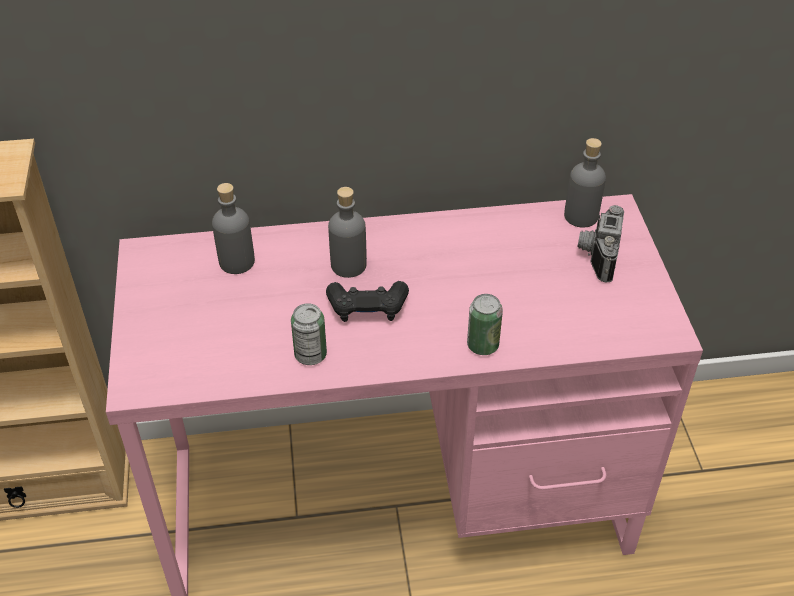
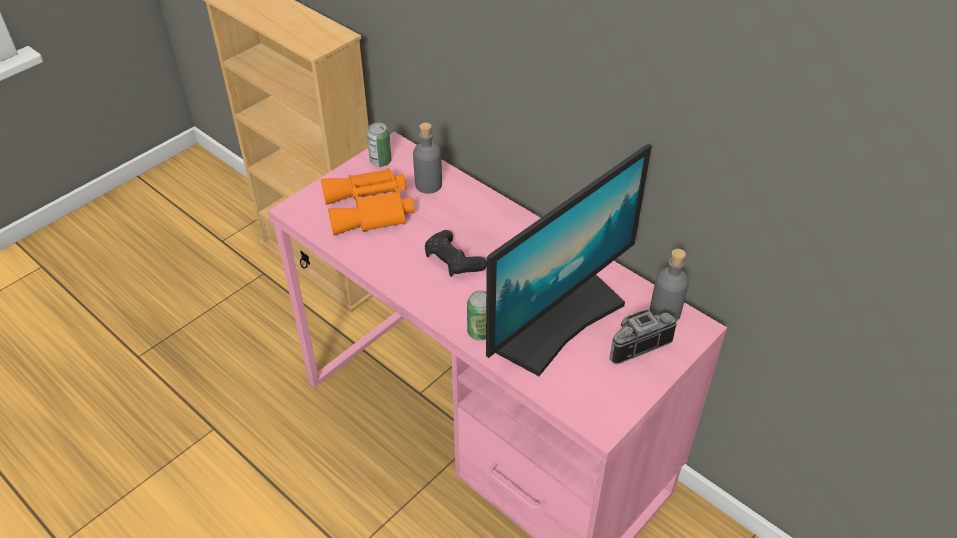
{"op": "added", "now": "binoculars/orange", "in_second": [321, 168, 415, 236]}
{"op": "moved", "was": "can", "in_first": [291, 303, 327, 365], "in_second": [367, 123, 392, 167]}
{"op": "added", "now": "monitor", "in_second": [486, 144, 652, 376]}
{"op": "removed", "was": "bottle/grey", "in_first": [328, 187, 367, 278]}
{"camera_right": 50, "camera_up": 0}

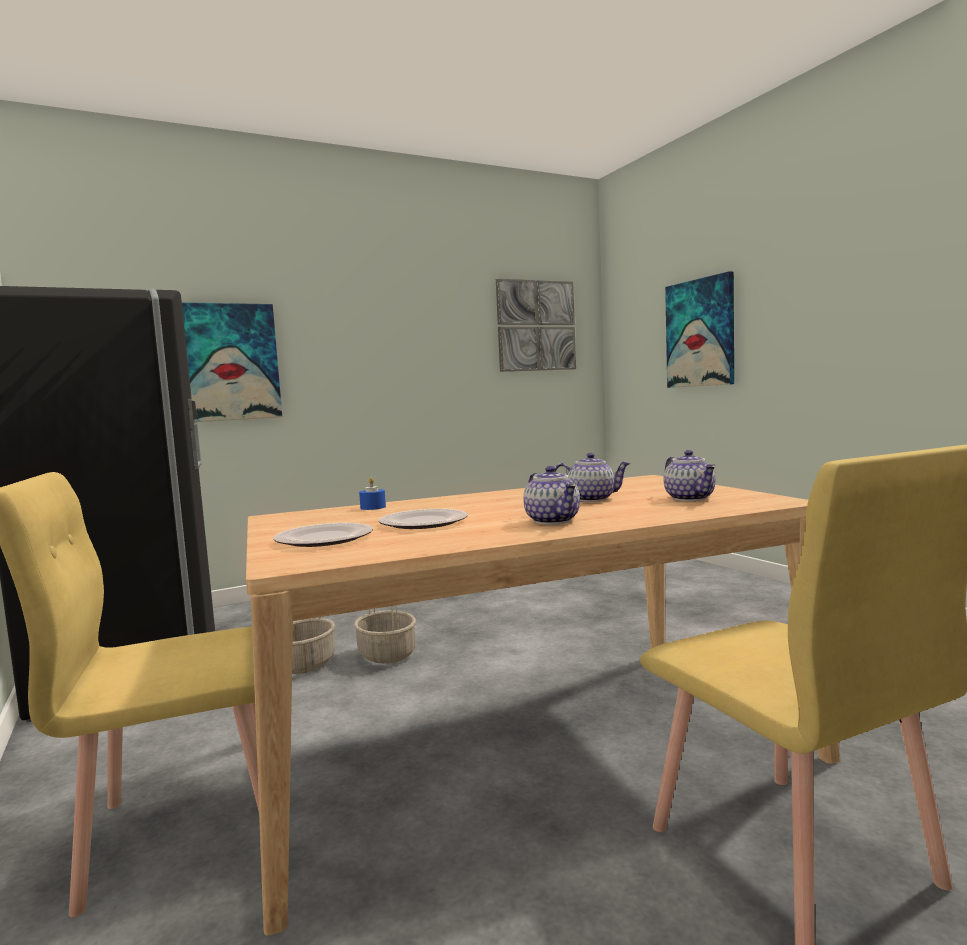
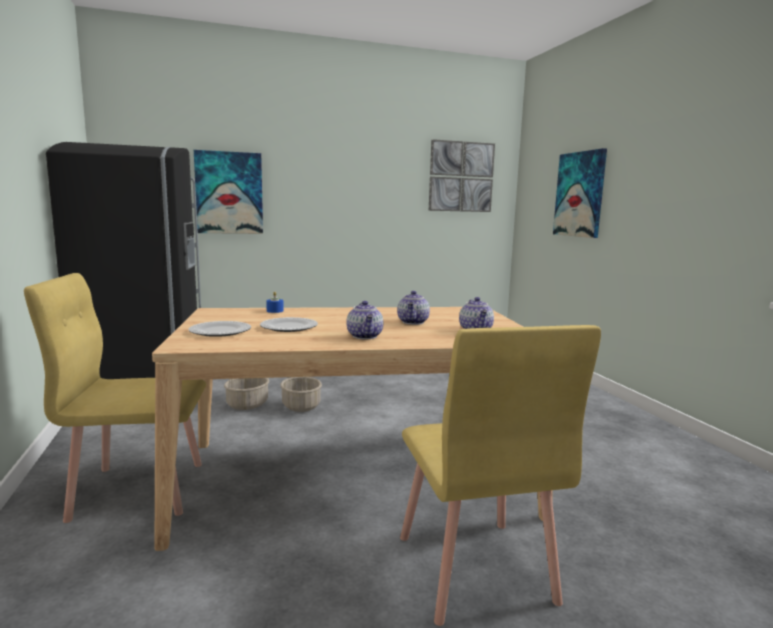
{"op": "turned", "was": "teapot", "in_first": [554, 453, 631, 502], "in_second": [397, 291, 430, 325], "clockwise": 90}
{"camera_right": 10, "camera_up": 5}

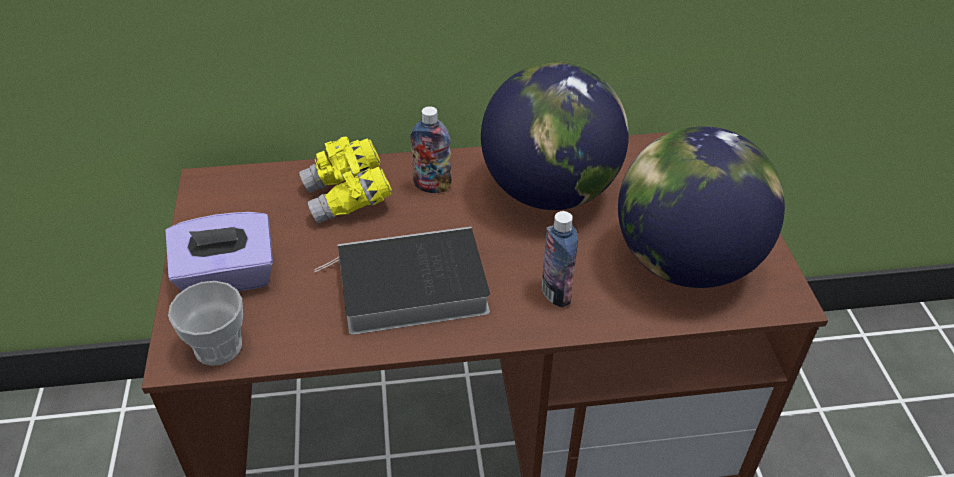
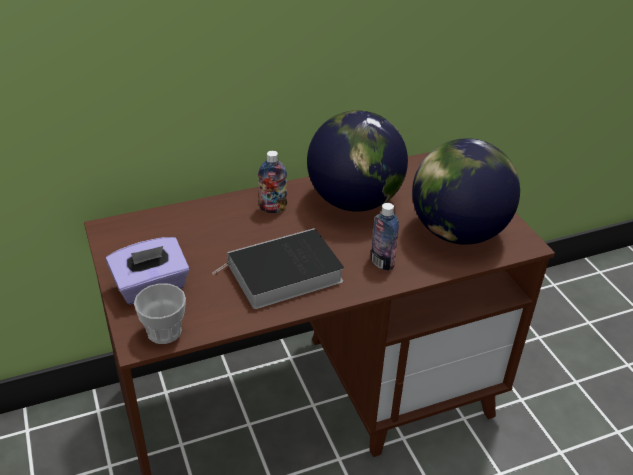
{"op": "removed", "was": "binoculars/yellow", "in_first": [299, 137, 392, 224]}
{"camera_right": -15, "camera_up": -5}

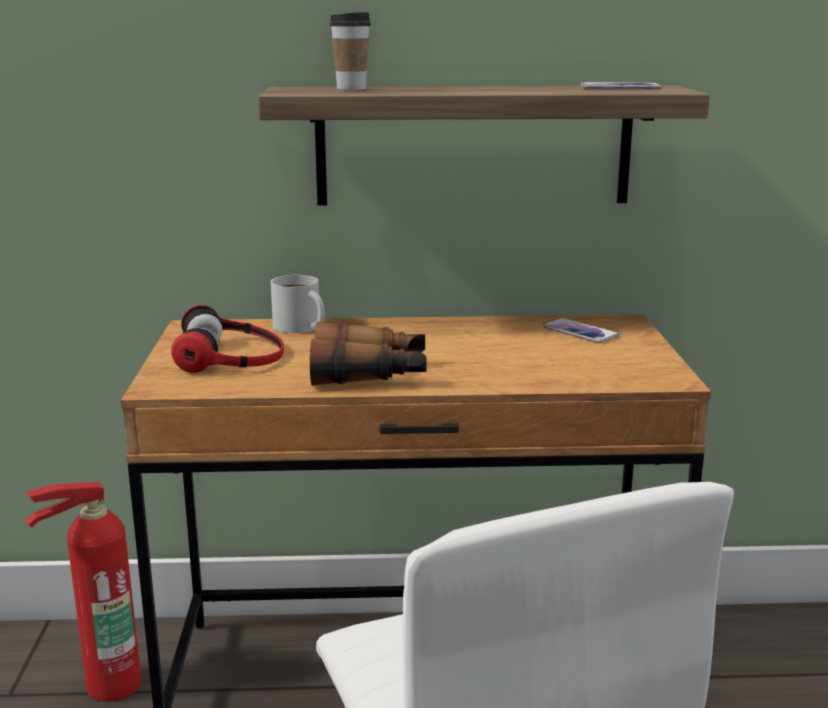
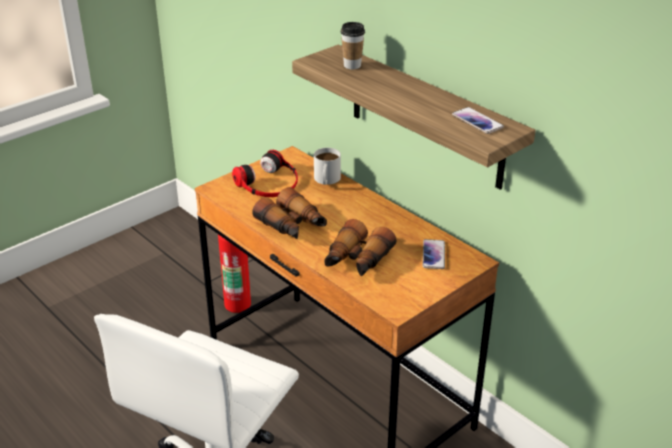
{"op": "added", "now": "binoculars", "in_second": [325, 219, 397, 276]}
{"camera_right": 50, "camera_up": 15}

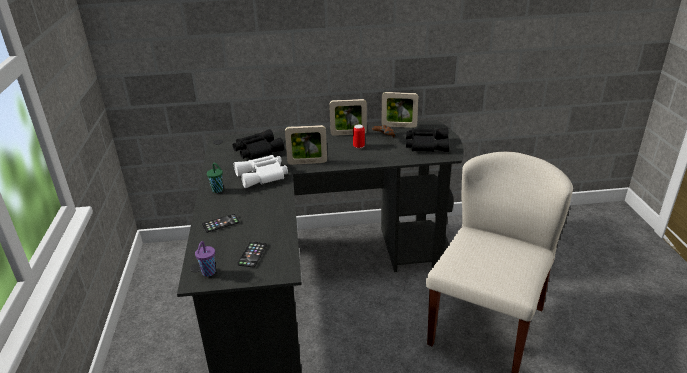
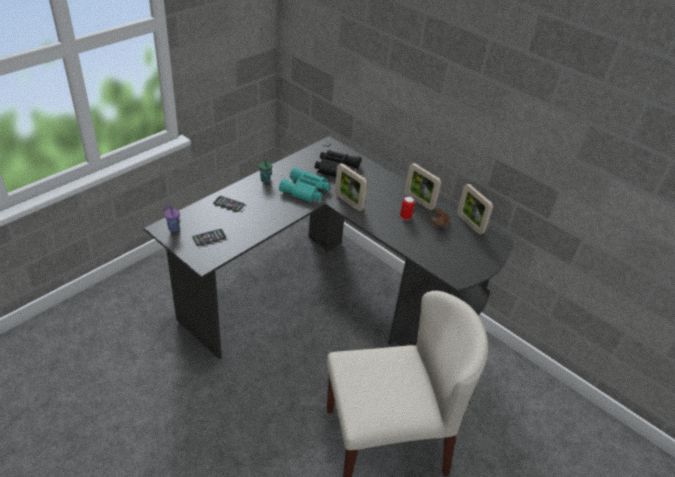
{"op": "recoloured", "was": "binoculars/white", "now": "binoculars/turquoise", "in_first": [234, 155, 288, 188], "in_second": [279, 167, 330, 203]}
{"op": "removed", "was": "binoculars/black", "in_first": [406, 128, 450, 152]}
{"camera_right": 45, "camera_up": 10}

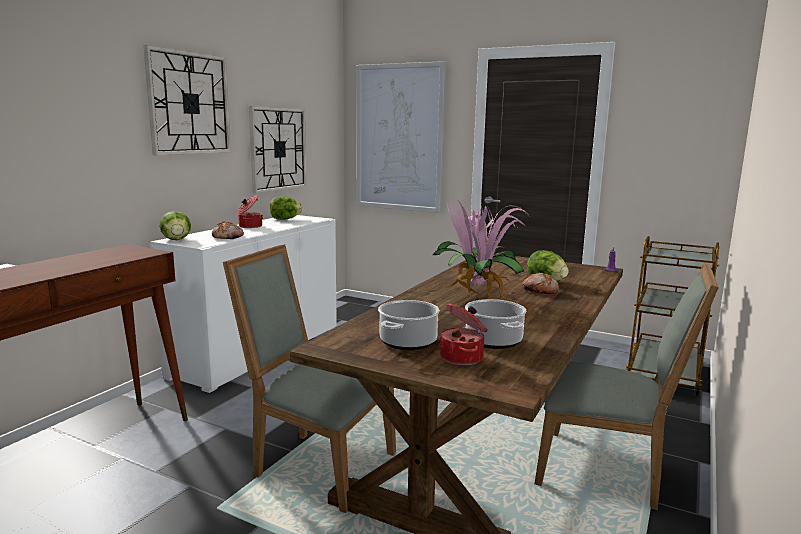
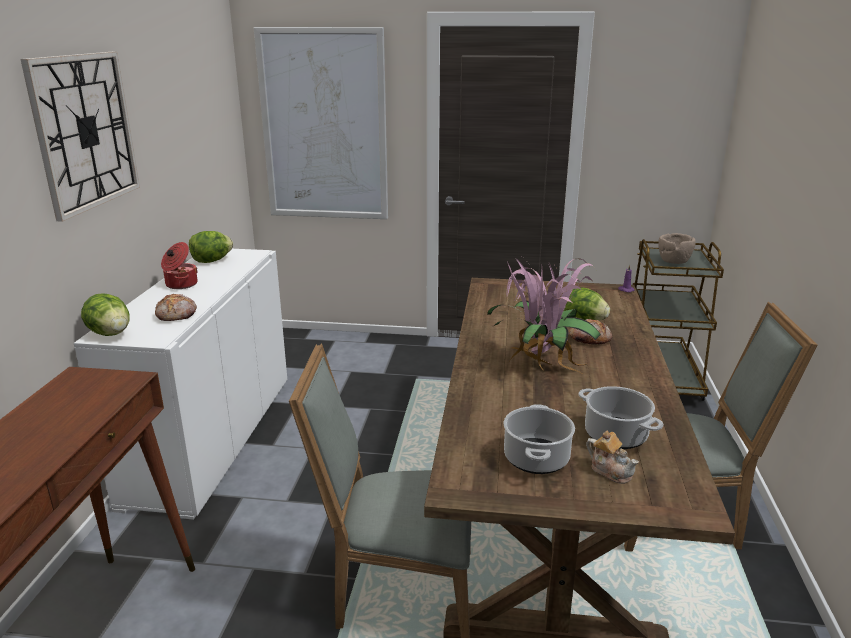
{"op": "replaced", "was": "cooking pot", "now": "teapot", "in_first": [439, 304, 487, 365], "in_second": [586, 431, 639, 484]}
{"op": "added", "now": "bowl/brown", "in_second": [658, 233, 696, 264]}
{"op": "removed", "was": "wall clock", "in_first": [249, 106, 307, 193]}
{"camera_right": -20, "camera_up": 10}

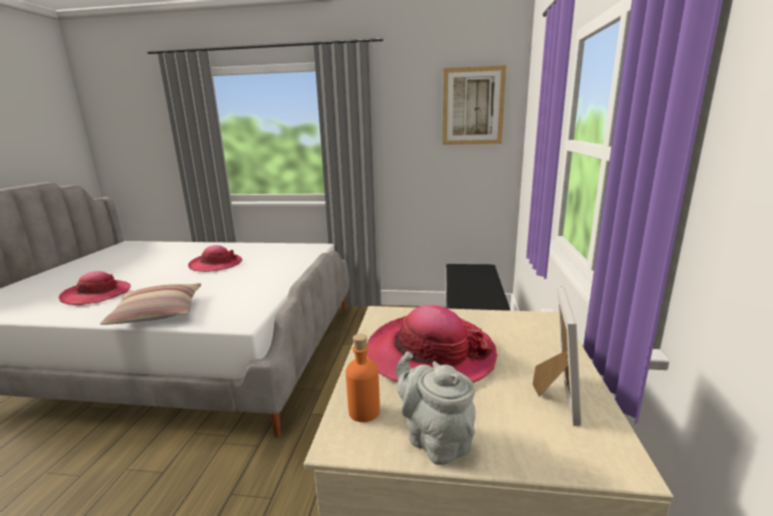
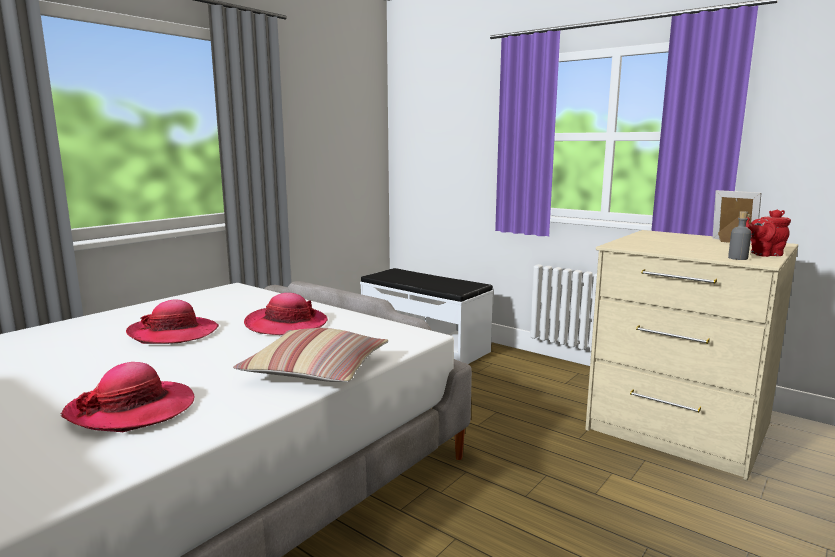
{"op": "moved", "was": "hat", "in_first": [367, 305, 497, 383], "in_second": [244, 293, 328, 335]}
{"op": "recoloured", "was": "bottle/orange", "now": "bottle/grey", "in_first": [346, 334, 380, 422], "in_second": [728, 211, 751, 260]}
{"op": "recoloured", "was": "teapot/grey", "now": "teapot/red", "in_first": [396, 351, 476, 465], "in_second": [746, 210, 791, 257]}
{"op": "removed", "was": "picture", "in_first": [442, 65, 506, 145]}
{"camera_right": -60, "camera_up": -5}

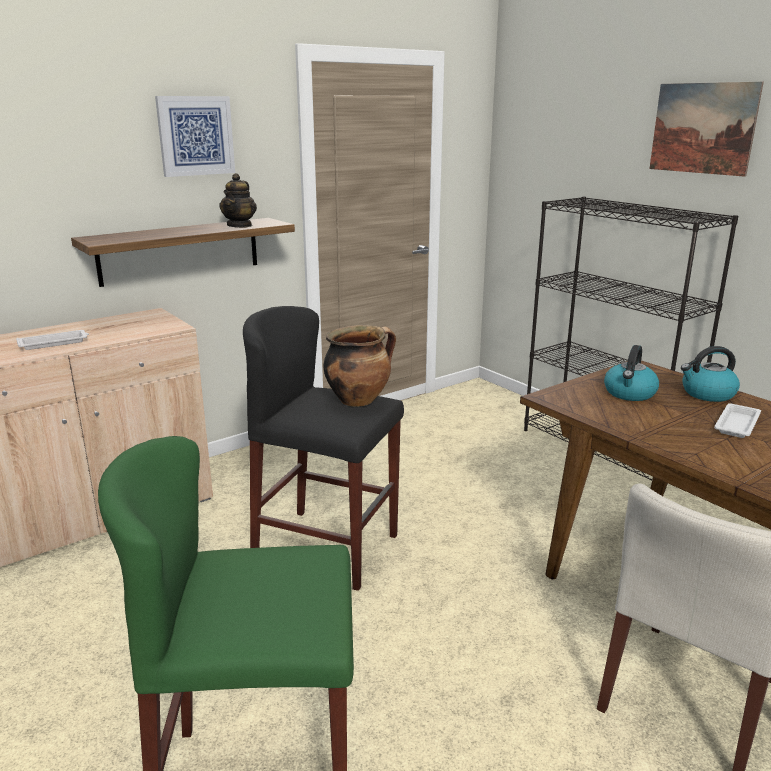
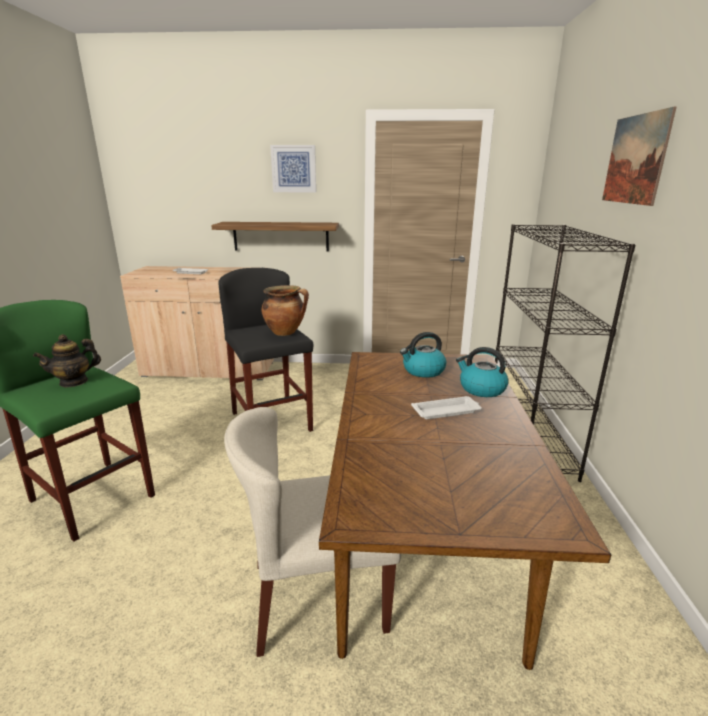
{"op": "moved", "was": "teapot", "in_first": [219, 173, 257, 228], "in_second": [33, 334, 101, 388]}
{"camera_right": 40, "camera_up": 0}

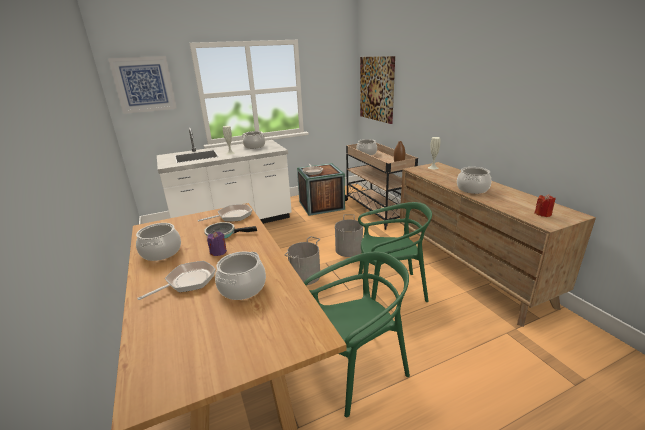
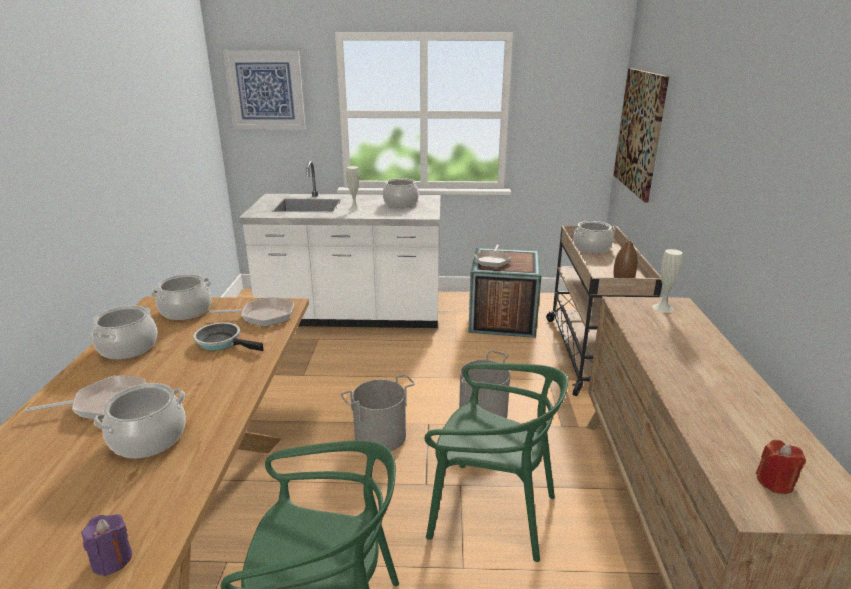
{"op": "moved", "was": "candle/purple", "in_first": [207, 232, 227, 256], "in_second": [81, 514, 132, 576]}
{"op": "moved", "was": "cooking pot", "in_first": [457, 167, 491, 194], "in_second": [151, 274, 212, 320]}
{"camera_right": 25, "camera_up": 0}

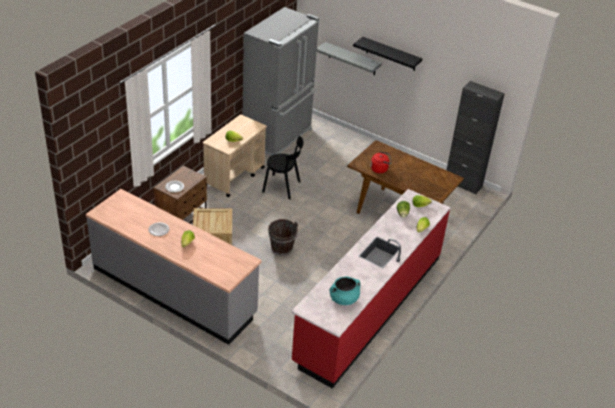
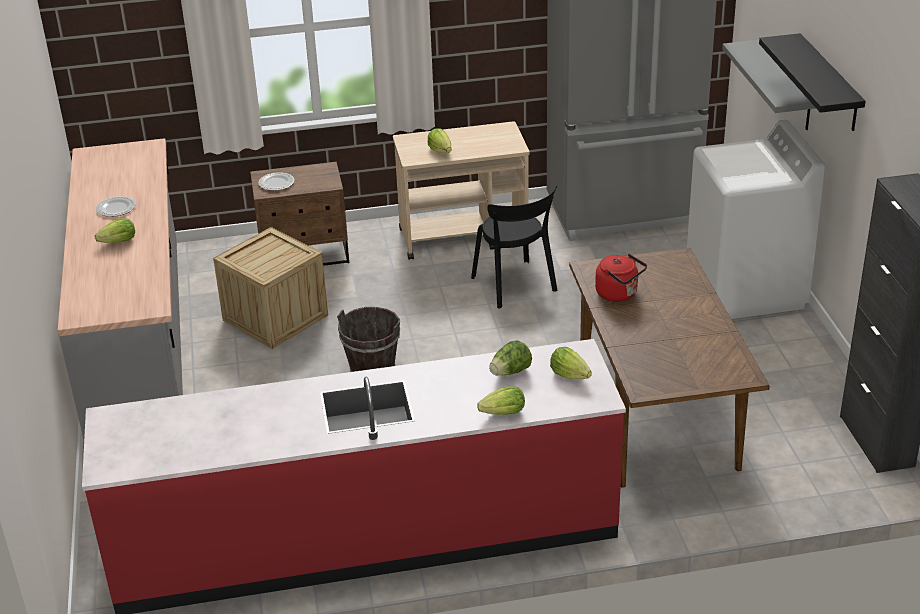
{"op": "added", "now": "washing machine/white", "in_second": [687, 120, 826, 319]}
{"op": "removed", "was": "cooking pot/turquoise", "in_first": [330, 277, 361, 305]}
{"camera_right": 50, "camera_up": -5}

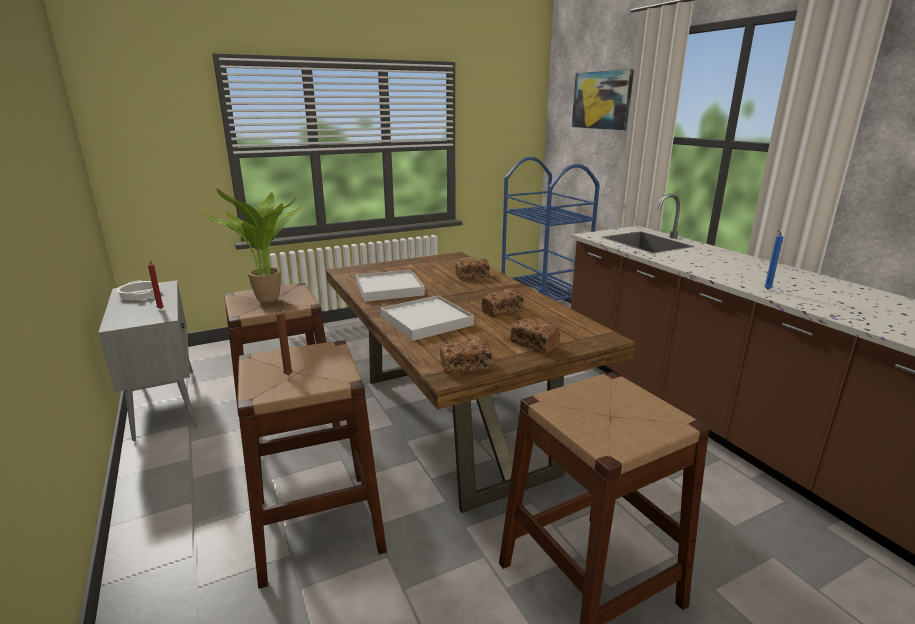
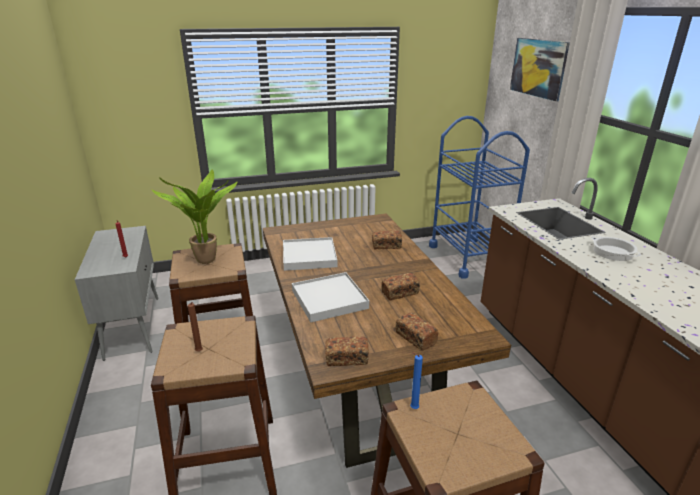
{"op": "moved", "was": "candle/blue", "in_first": [764, 231, 783, 290], "in_second": [410, 353, 423, 409]}
{"op": "moved", "was": "cooking pot", "in_first": [116, 281, 160, 300], "in_second": [591, 236, 642, 261]}
{"camera_right": 10, "camera_up": 5}

